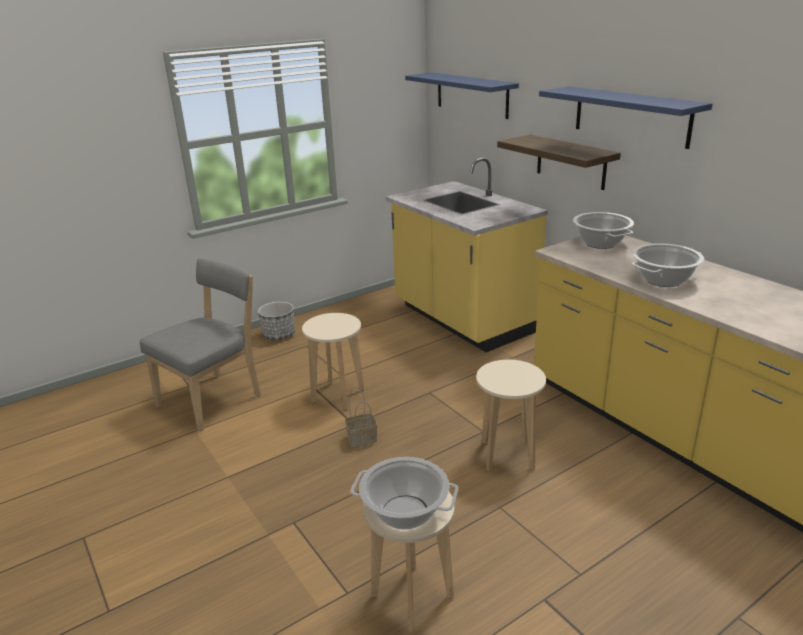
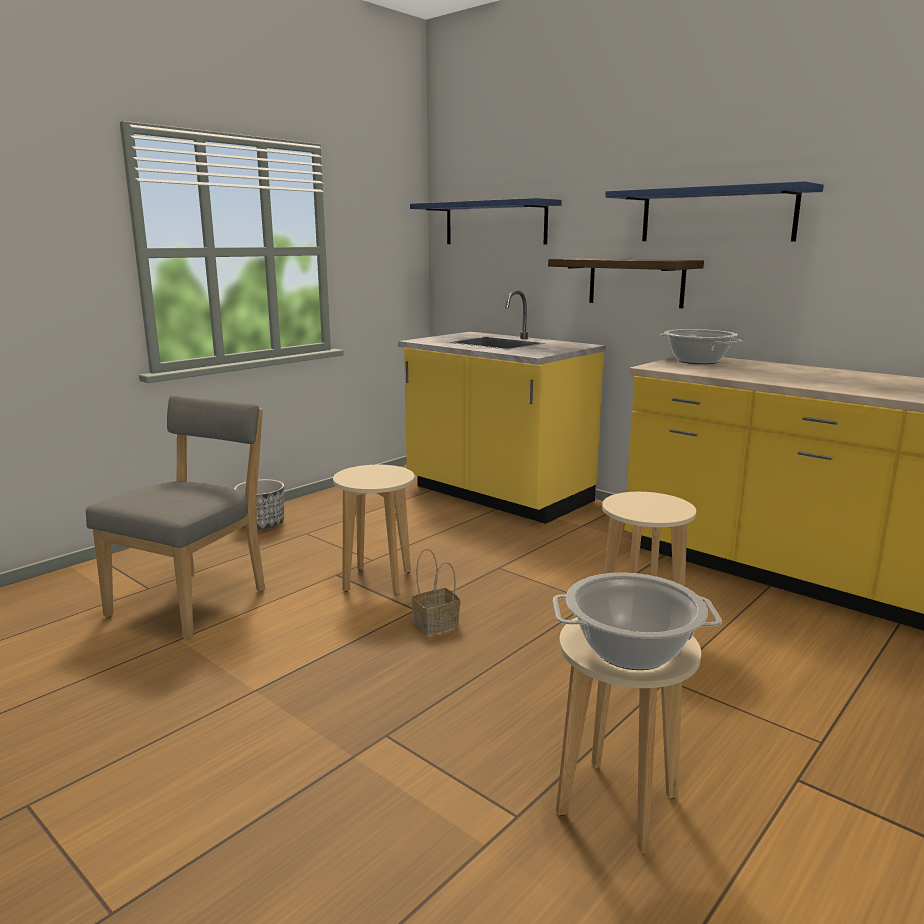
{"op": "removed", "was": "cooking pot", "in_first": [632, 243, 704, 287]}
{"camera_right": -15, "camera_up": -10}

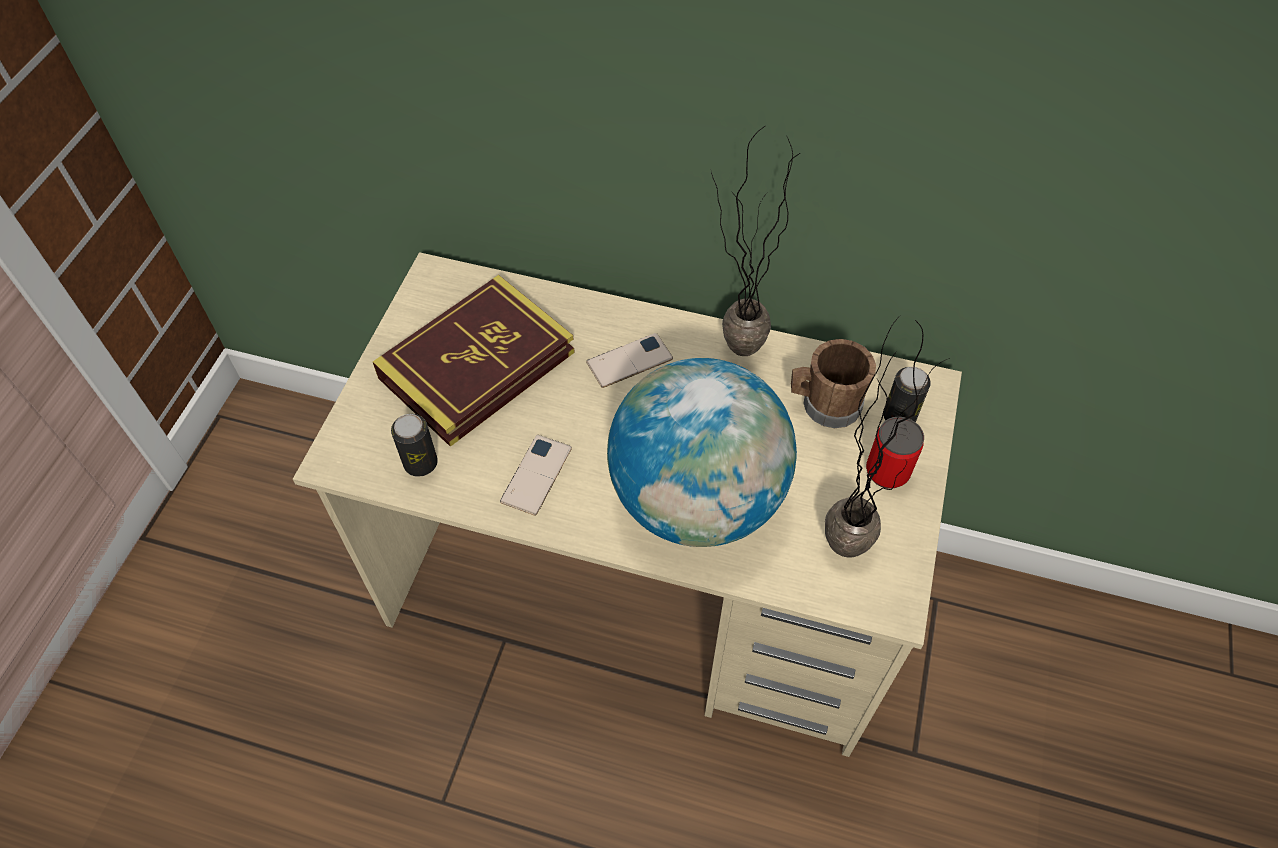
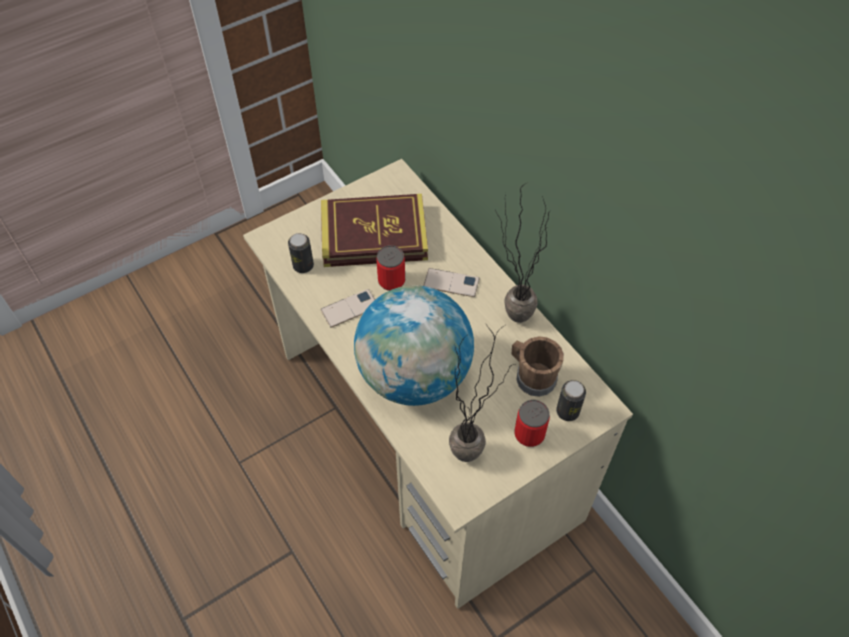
{"op": "added", "now": "can", "in_second": [376, 245, 405, 291]}
{"camera_right": 40, "camera_up": 0}

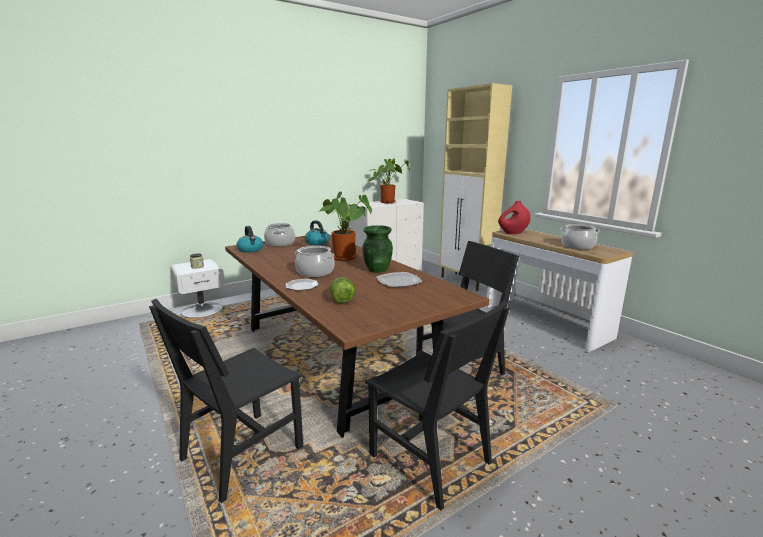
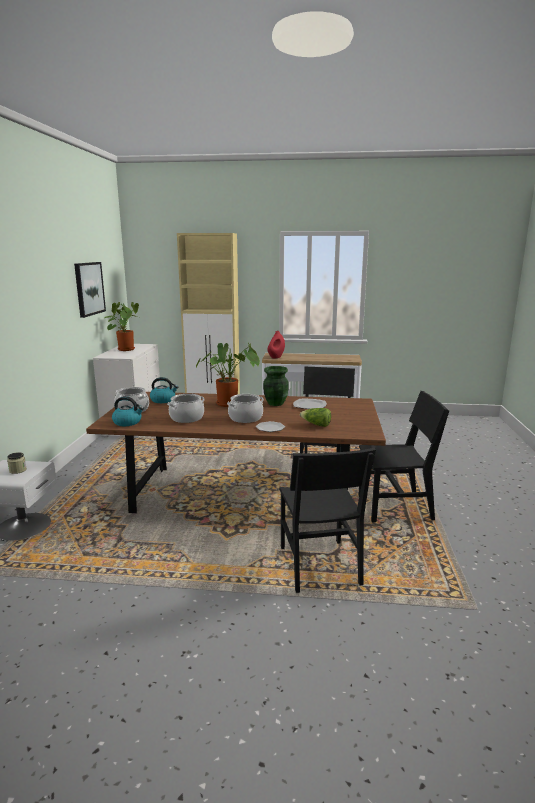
{"op": "added", "now": "picture", "in_second": [74, 262, 106, 318]}
{"op": "moved", "was": "cooking pot", "in_first": [561, 224, 600, 249], "in_second": [167, 394, 205, 423]}
{"camera_right": -50, "camera_up": 0}

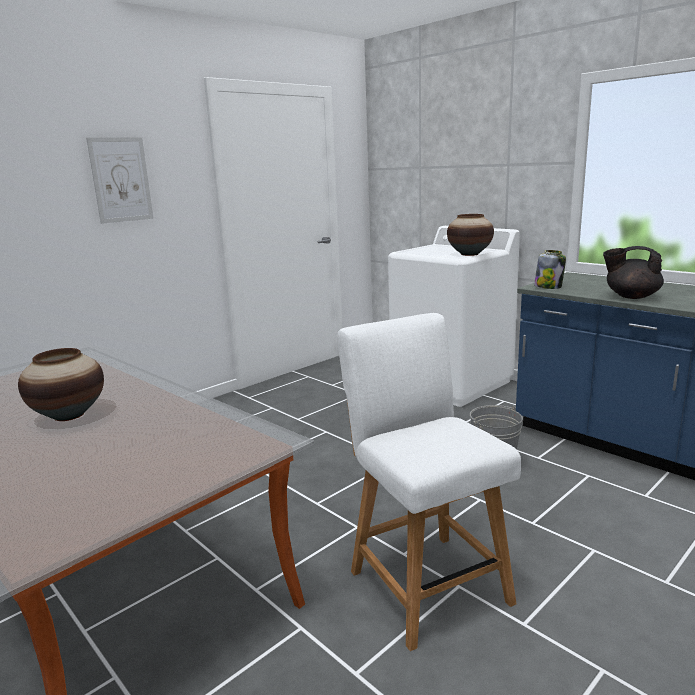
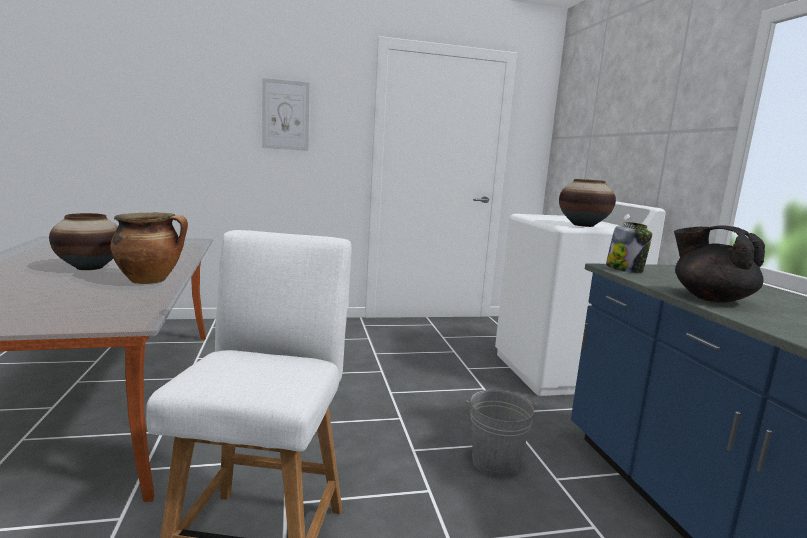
{"op": "added", "now": "cooking pot", "in_second": [110, 213, 188, 284]}
{"camera_right": 30, "camera_up": -5}

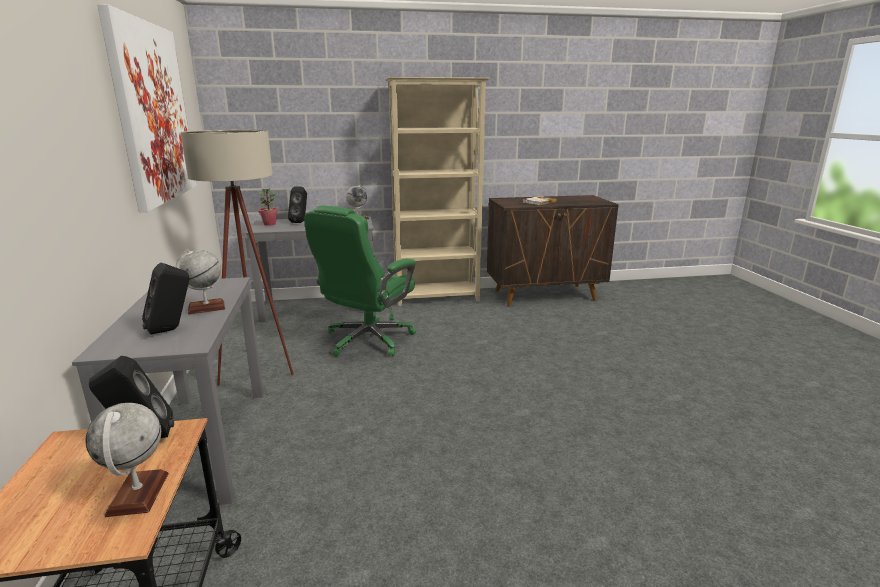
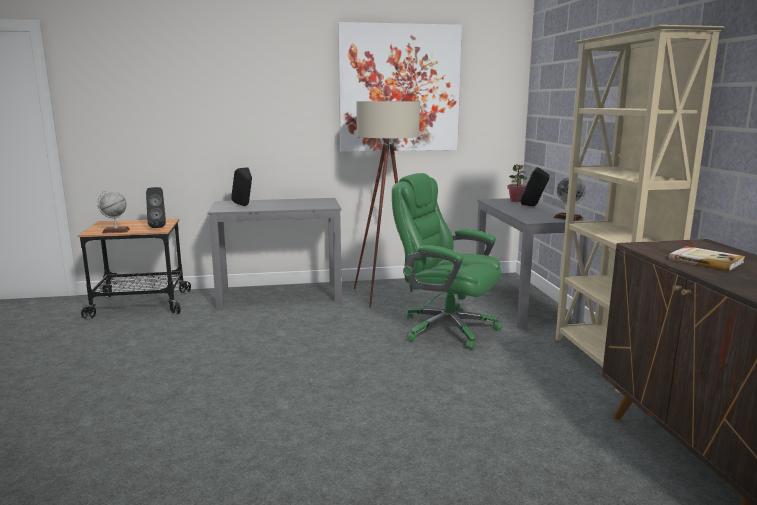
{"op": "removed", "was": "globe", "in_first": [176, 249, 226, 315]}
{"camera_right": 90, "camera_up": -5}

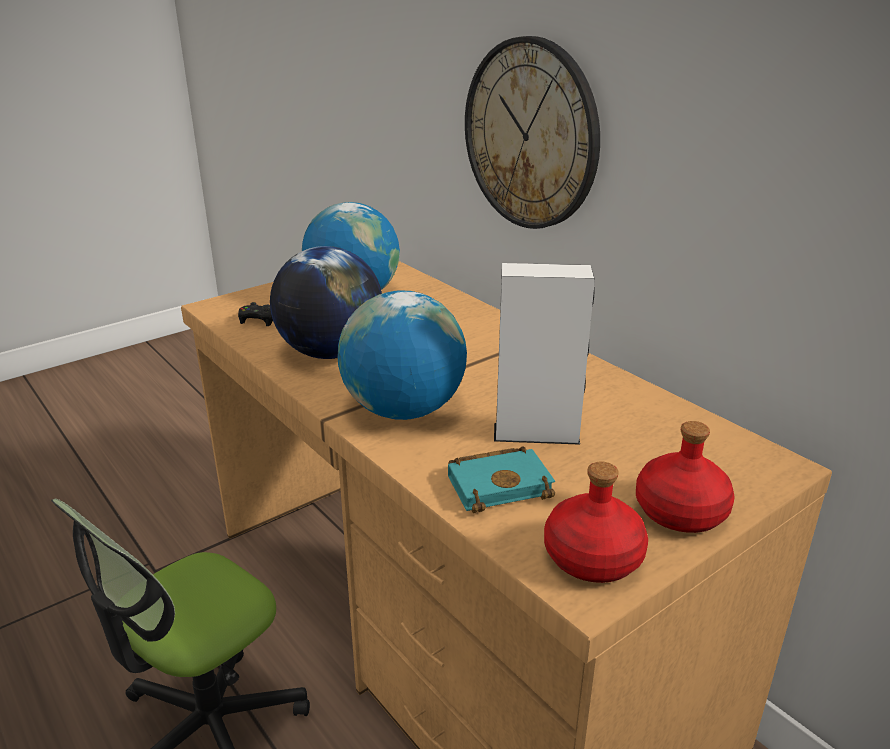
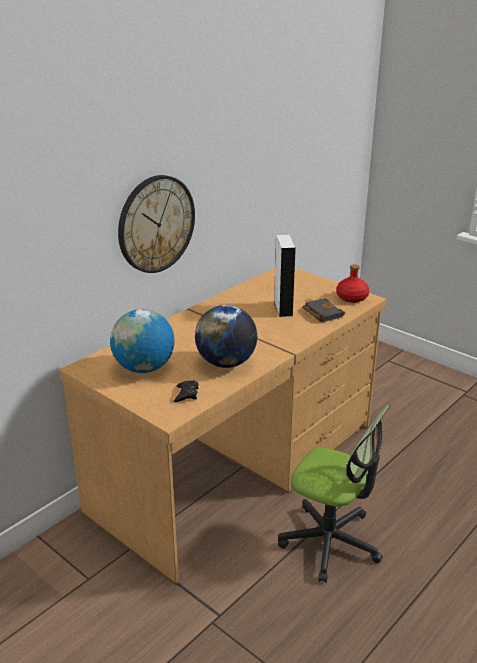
{"op": "recoloured", "was": "book/turquoise", "now": "book/black", "in_first": [448, 446, 555, 513], "in_second": [302, 298, 345, 322]}
{"op": "removed", "was": "globe", "in_first": [338, 290, 467, 420]}
{"op": "removed", "was": "bottle/red", "in_first": [636, 421, 735, 533]}
{"camera_right": -100, "camera_up": 0}

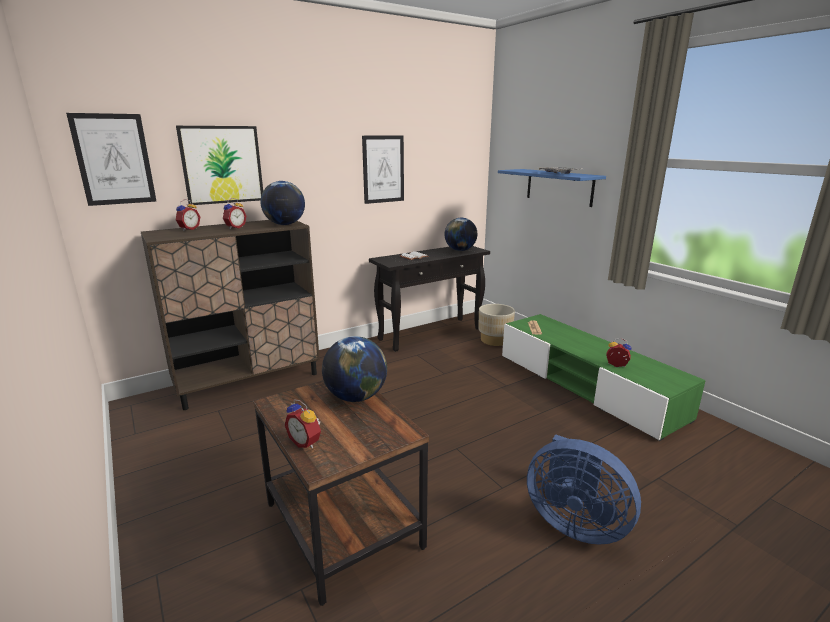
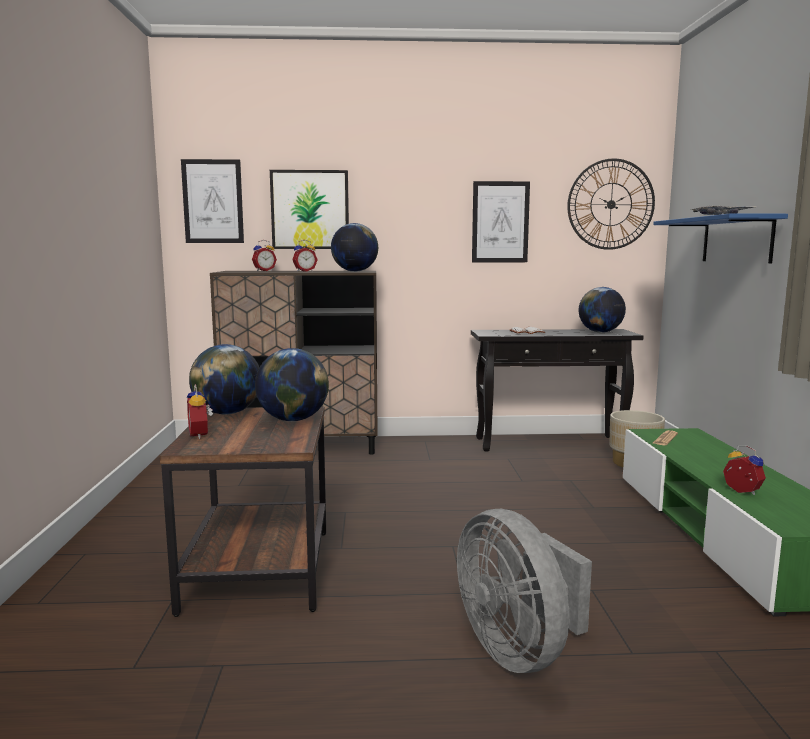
{"op": "added", "now": "globe", "in_second": [189, 344, 259, 414]}
{"op": "recoloured", "was": "fan/blue", "now": "fan/grey", "in_first": [527, 434, 641, 545], "in_second": [457, 509, 592, 673]}
{"op": "added", "now": "wall clock", "in_second": [567, 159, 655, 250]}
{"camera_right": 30, "camera_up": -10}

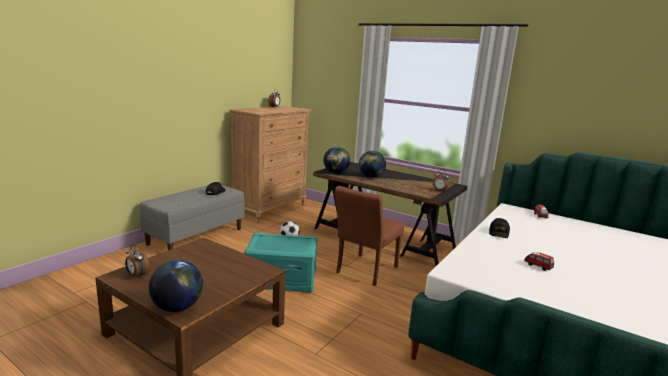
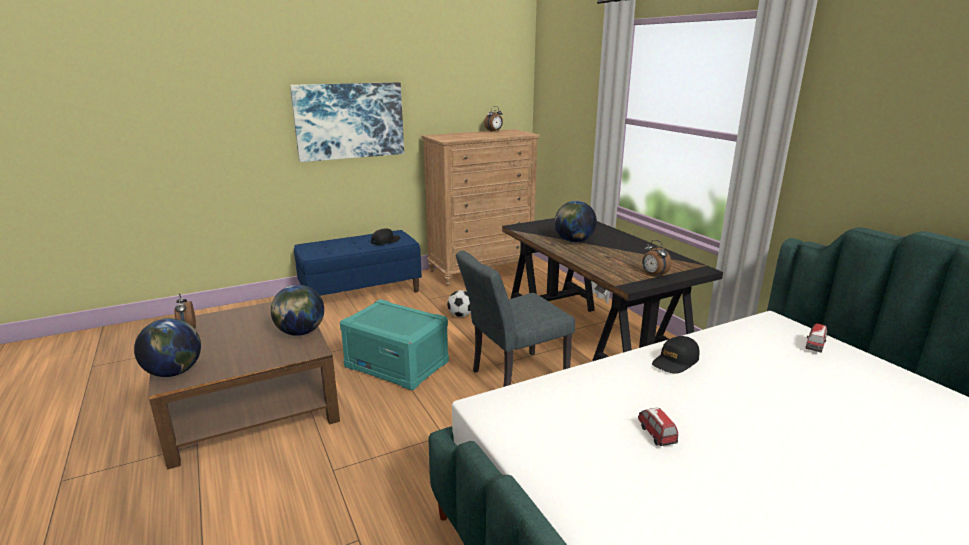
{"op": "moved", "was": "globe", "in_first": [323, 147, 350, 173], "in_second": [271, 285, 324, 336]}
{"op": "added", "now": "picture", "in_second": [290, 82, 404, 162]}
{"op": "recoloured", "was": "bench/grey", "now": "bench/blue", "in_first": [140, 185, 245, 250], "in_second": [294, 230, 422, 296]}
{"op": "recoloured", "was": "chair/brown", "now": "chair/grey", "in_first": [335, 186, 404, 286], "in_second": [456, 250, 575, 387]}
{"camera_right": 30, "camera_up": 5}

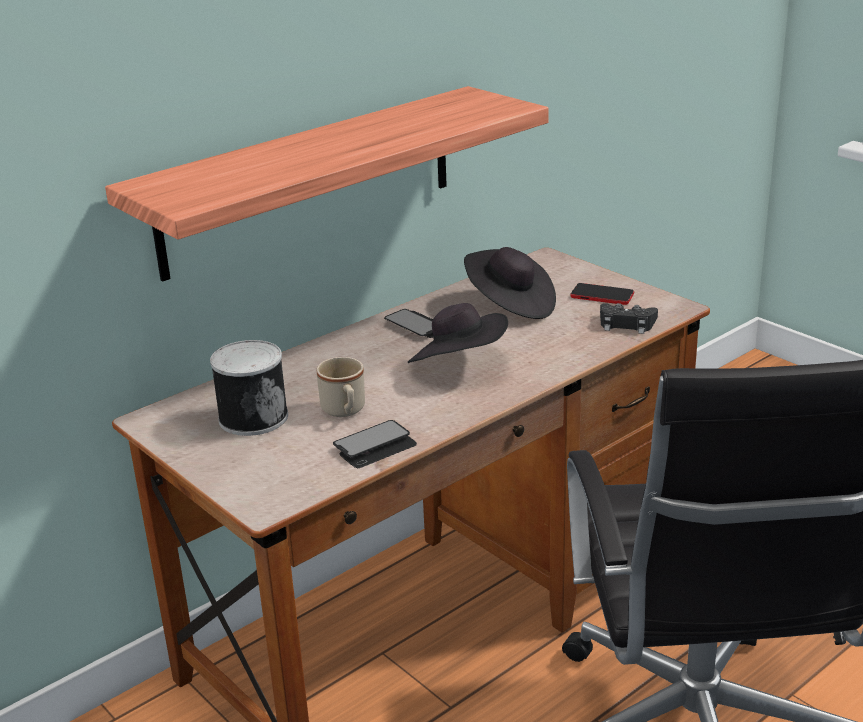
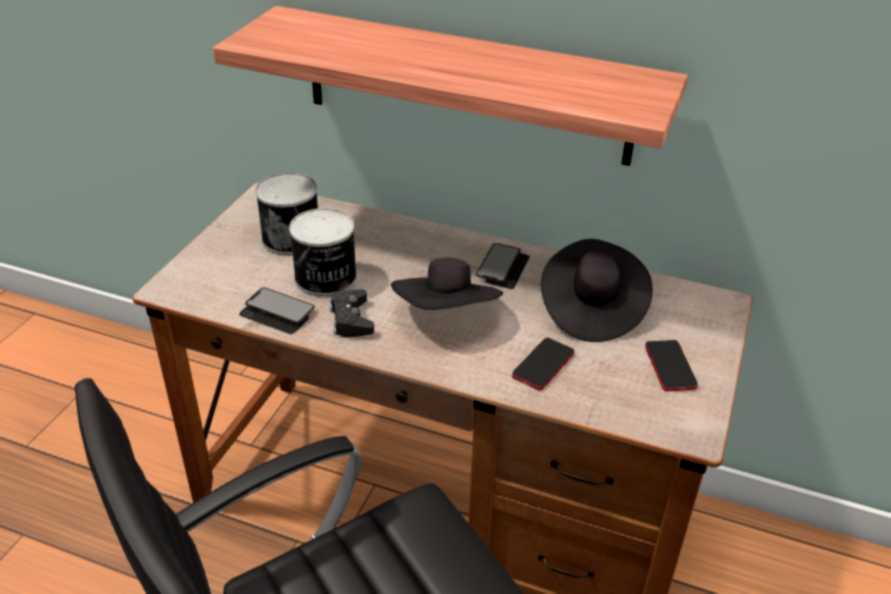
{"op": "replaced", "was": "mug/beige", "now": "can", "in_first": [317, 357, 365, 417], "in_second": [289, 208, 357, 297]}
{"op": "moved", "was": "game controller/black", "in_first": [600, 303, 658, 334], "in_second": [330, 289, 374, 338]}
{"op": "added", "now": "phone", "in_second": [512, 338, 574, 390]}
{"camera_right": 60, "camera_up": 10}

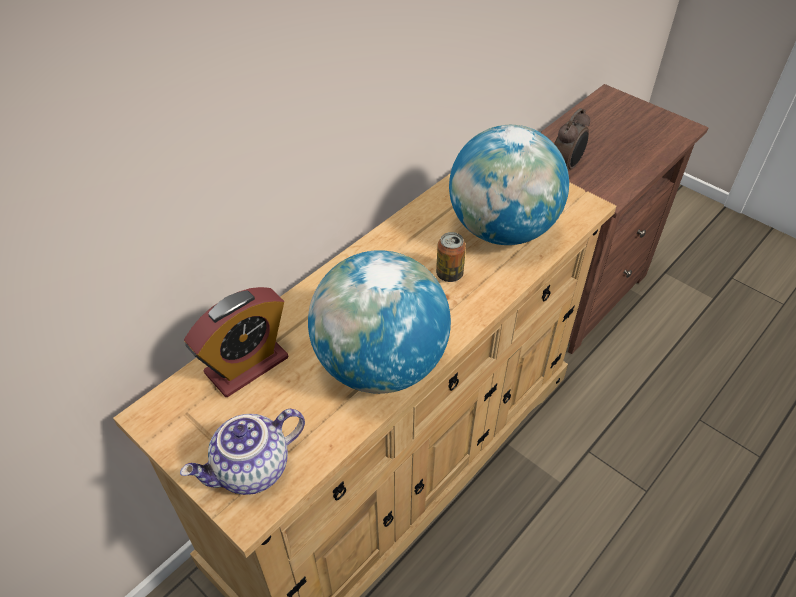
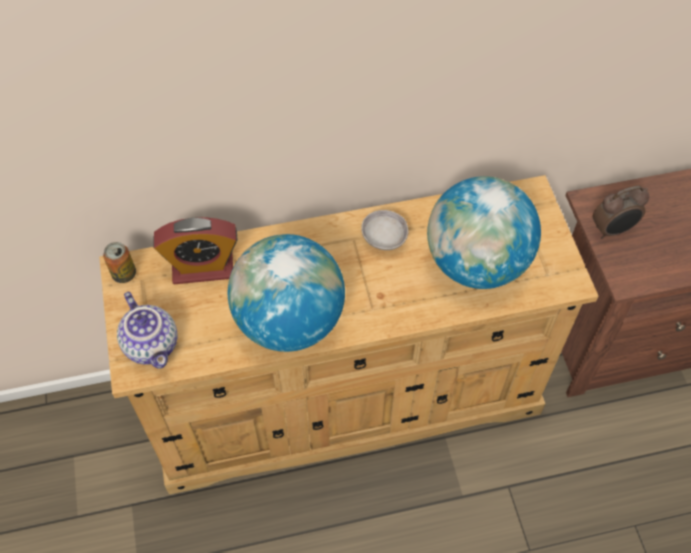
{"op": "moved", "was": "can", "in_first": [436, 232, 466, 282], "in_second": [103, 242, 136, 283]}
{"op": "turned", "was": "teapot", "in_first": [180, 409, 305, 495], "in_second": [117, 292, 178, 369], "clockwise": -120}
{"op": "added", "now": "bowl/grey", "in_second": [361, 210, 408, 250]}
{"camera_right": 35, "camera_up": 10}

